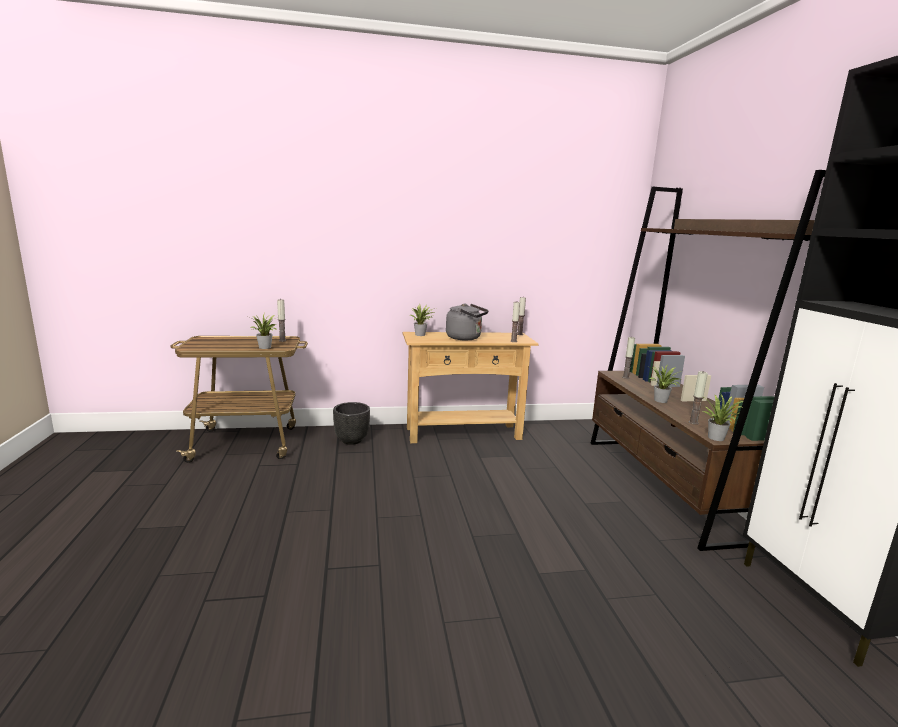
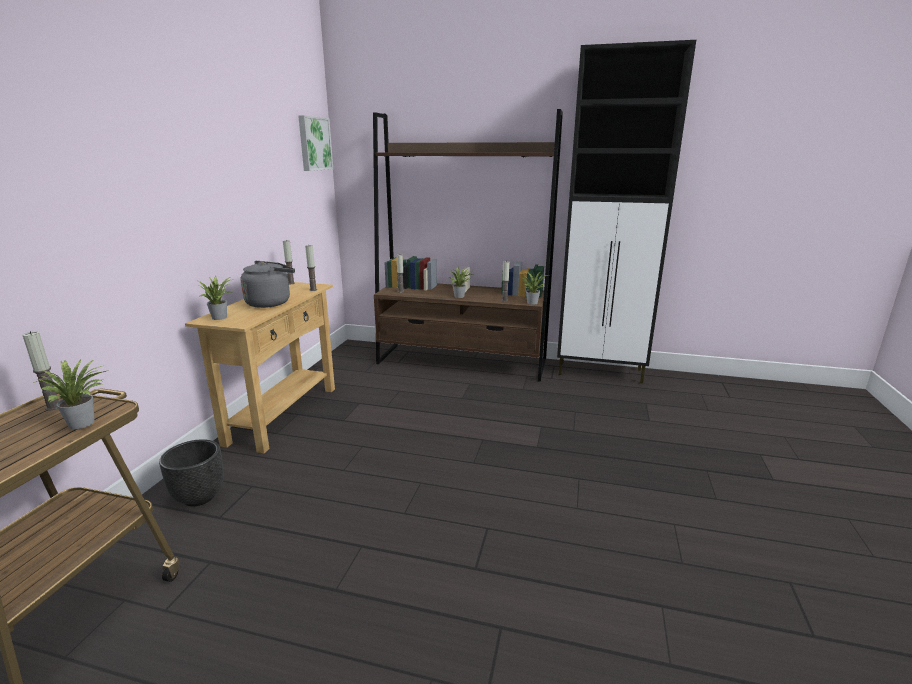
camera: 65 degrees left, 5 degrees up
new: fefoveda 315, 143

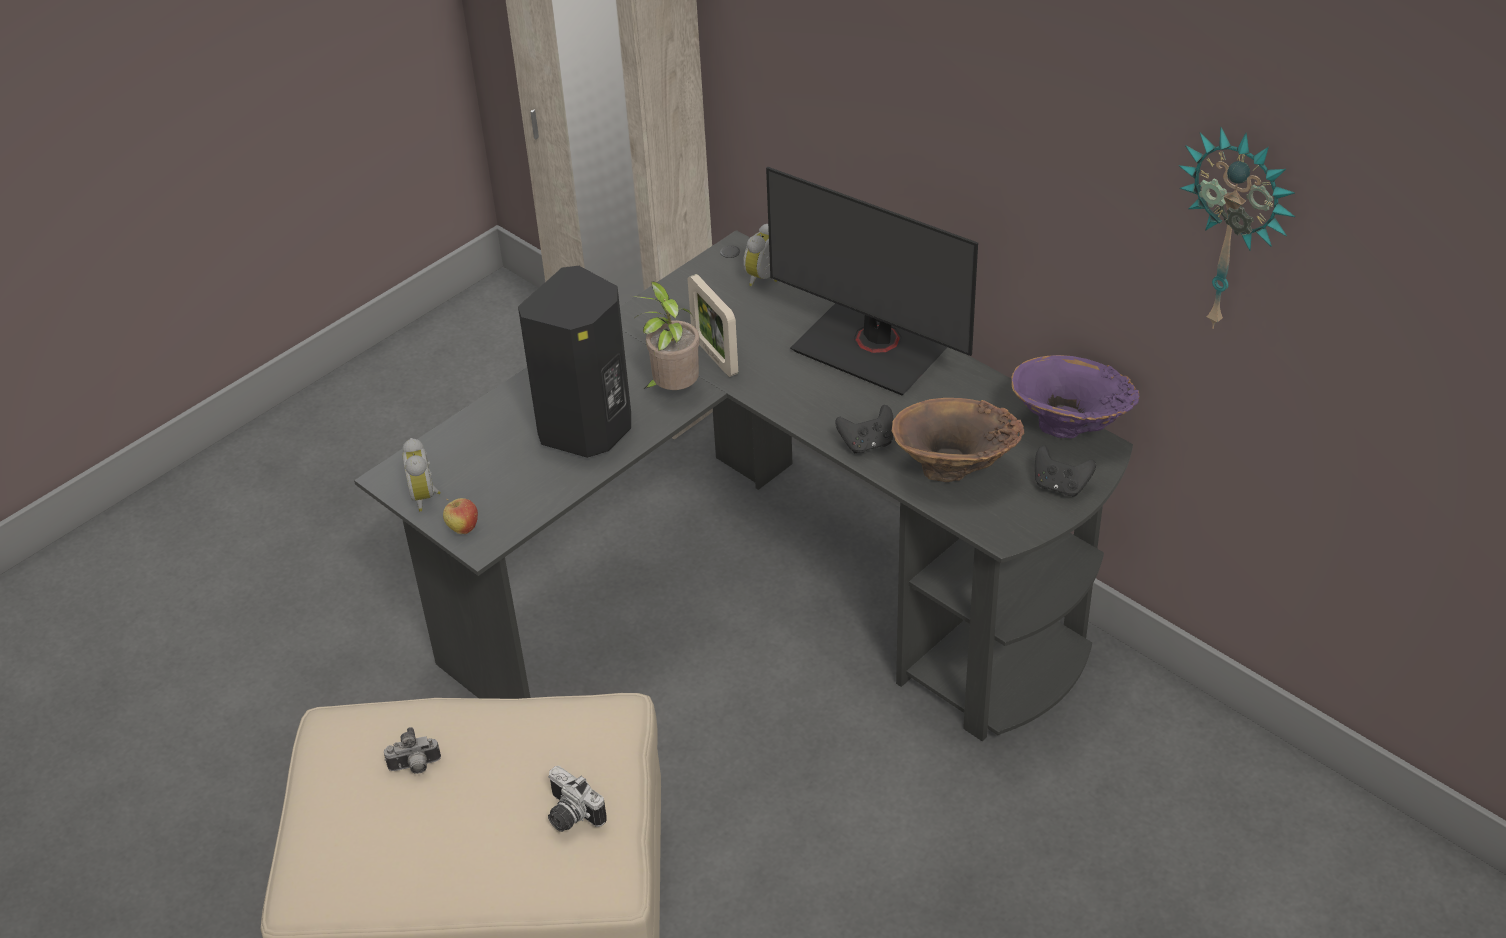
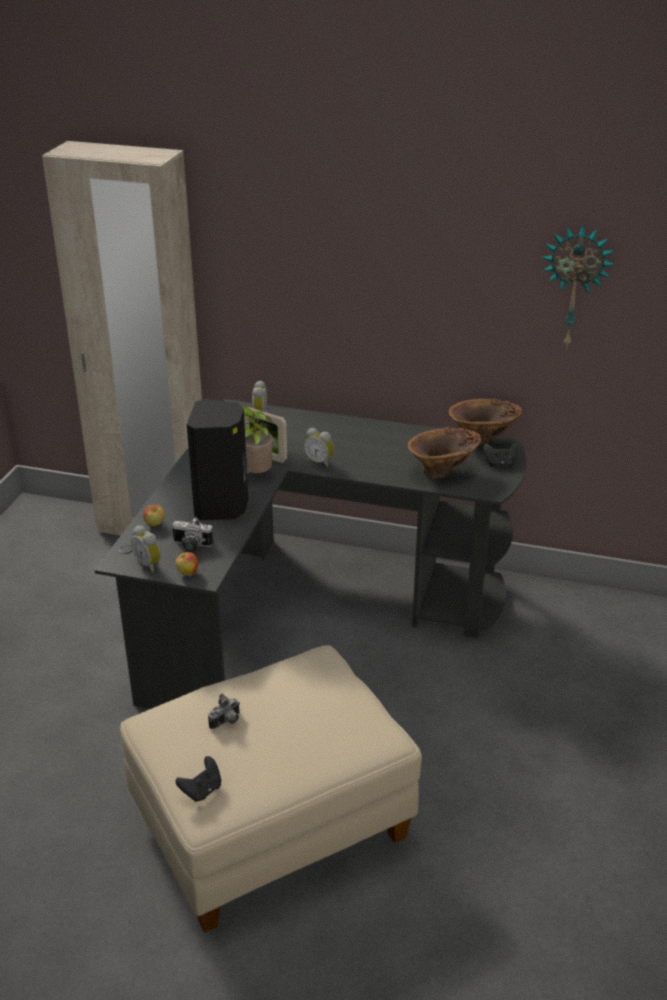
camera: 30 degrees left, 10 degrees down
gone: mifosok 872, 281
new: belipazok 154, 515; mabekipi 319, 447
shifted: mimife 577, 799 to 192, 535; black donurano 864, 429 to 198, 779
repainted: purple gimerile 1075, 397 to brown gimerile 485, 422

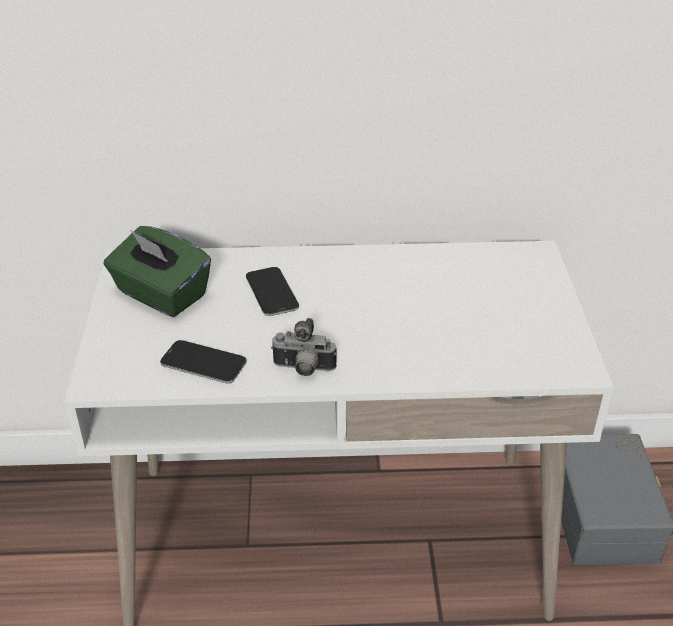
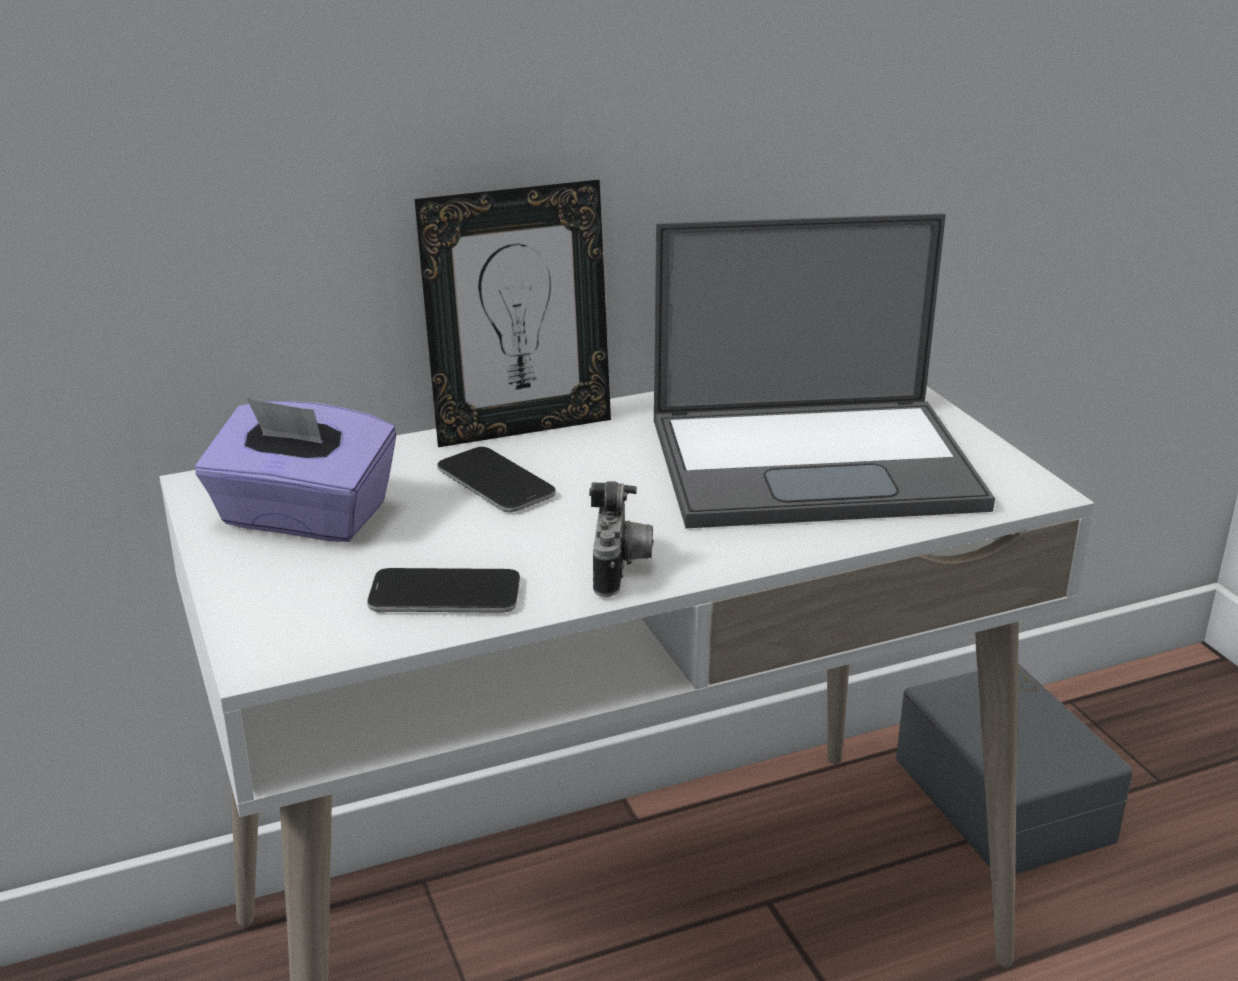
camera: 20 degrees left, 10 degrees down
new: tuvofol 513, 313; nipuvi 824, 370
repainted: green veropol 157, 271 to purple veropol 295, 469
rotated: mimife 304, 347 = 621, 539 75 degrees counterclockwise

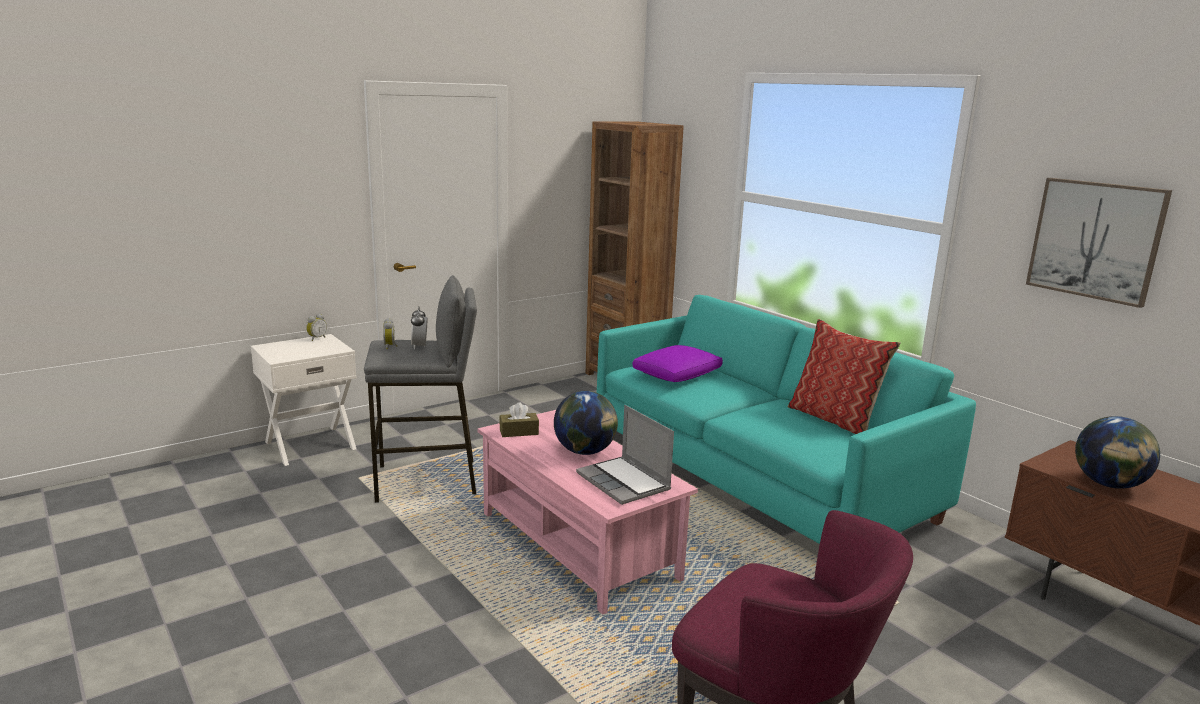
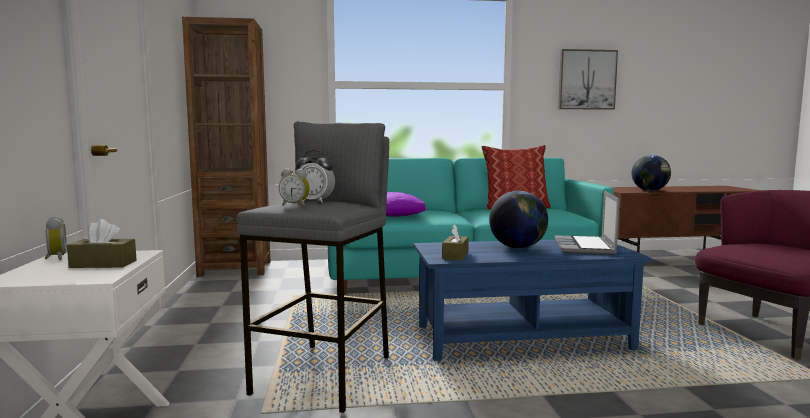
camera: 60 degrees left, 10 degrees down
new: brown veropol 102, 243
repainted: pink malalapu 587, 512 to blue malalapu 533, 300
rotated: nipuvi 625, 455 = 587, 223 105 degrees clockwise

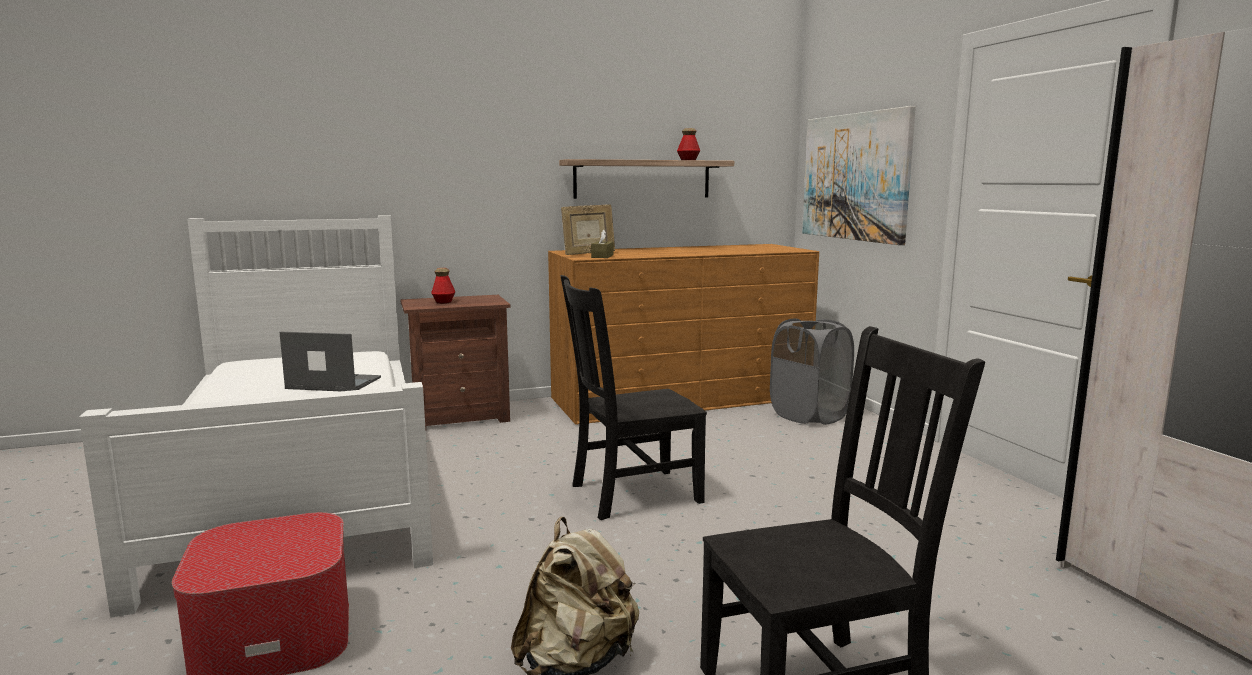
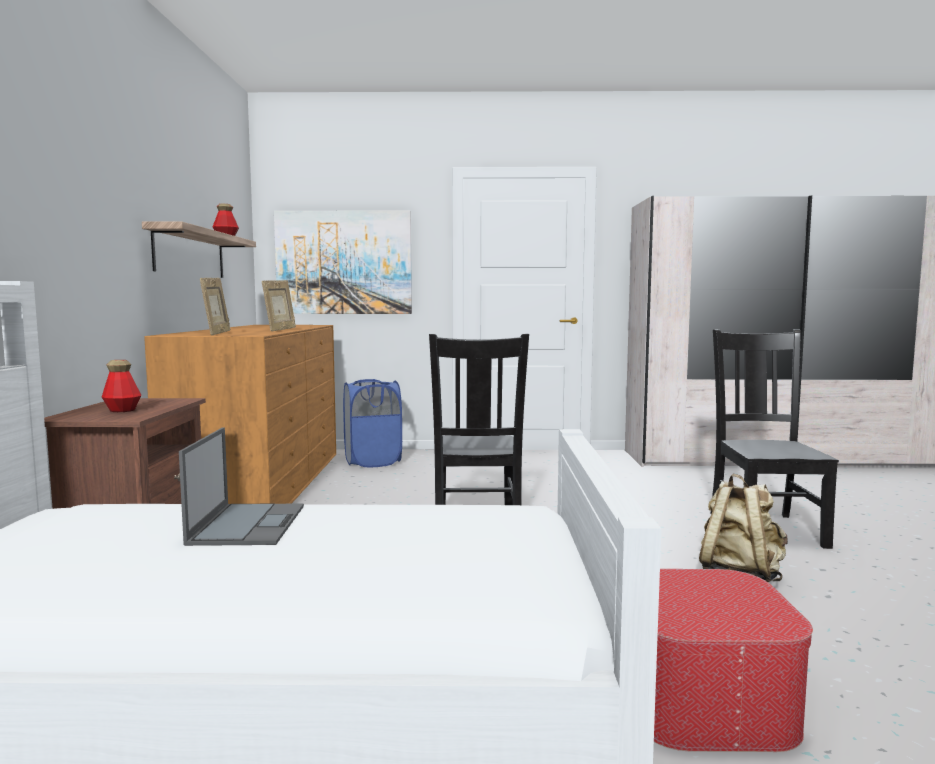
camera: 70 degrees left, 5 degrees down
gone: brown veropol 602, 243
new: tuvofol 279, 306
repainted: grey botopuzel 812, 371 to blue botopuzel 372, 423
rotated: nipuvi 330, 361 = 241, 486 150 degrees clockwise

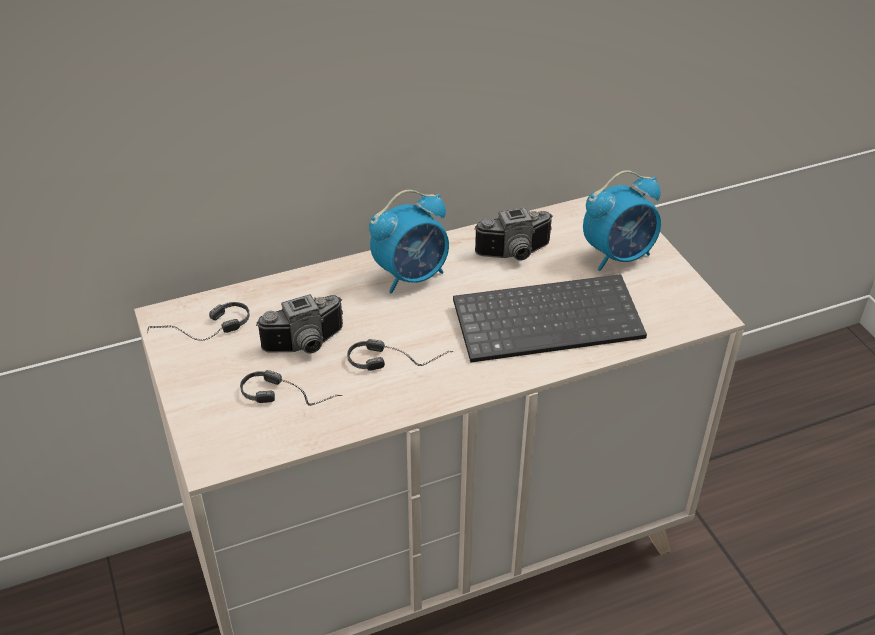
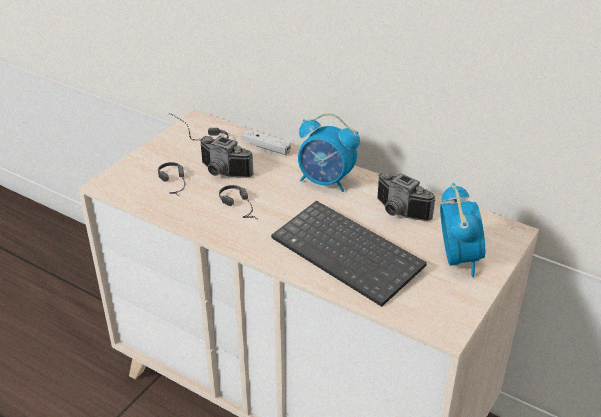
camera: 55 degrees right, 5 degrees down
new: white donurano 266, 142
rotated: mabekipi 622, 220 = 462, 230 120 degrees counterclockwise

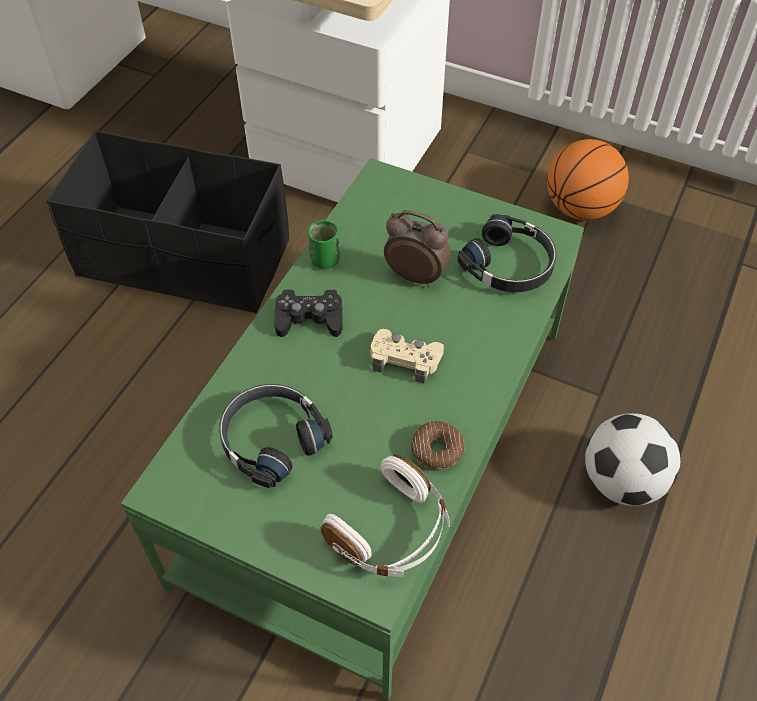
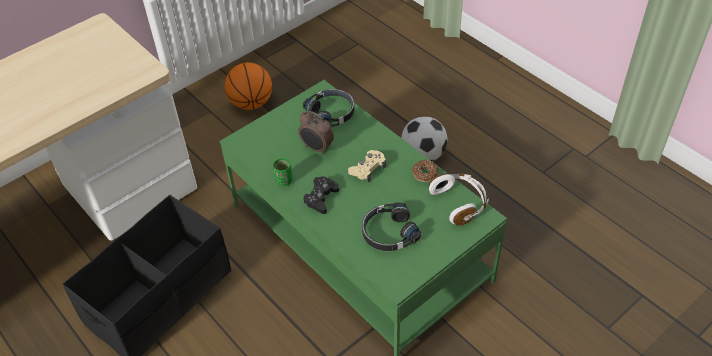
camera: 65 degrees left, 5 degrees down
rotated: mabekipi 417, 248 = 316, 133 105 degrees counterclockwise

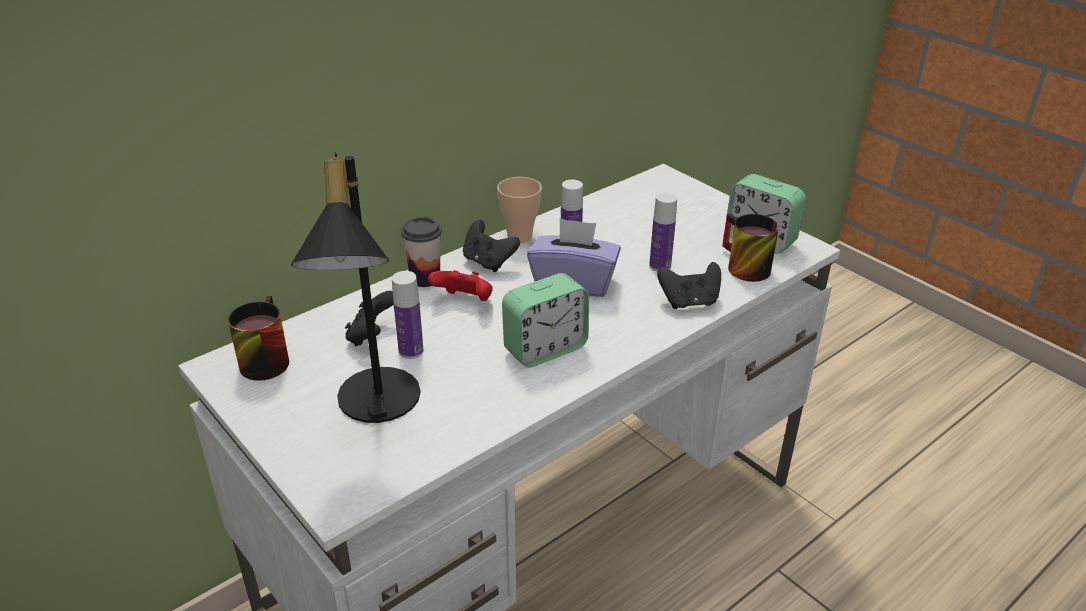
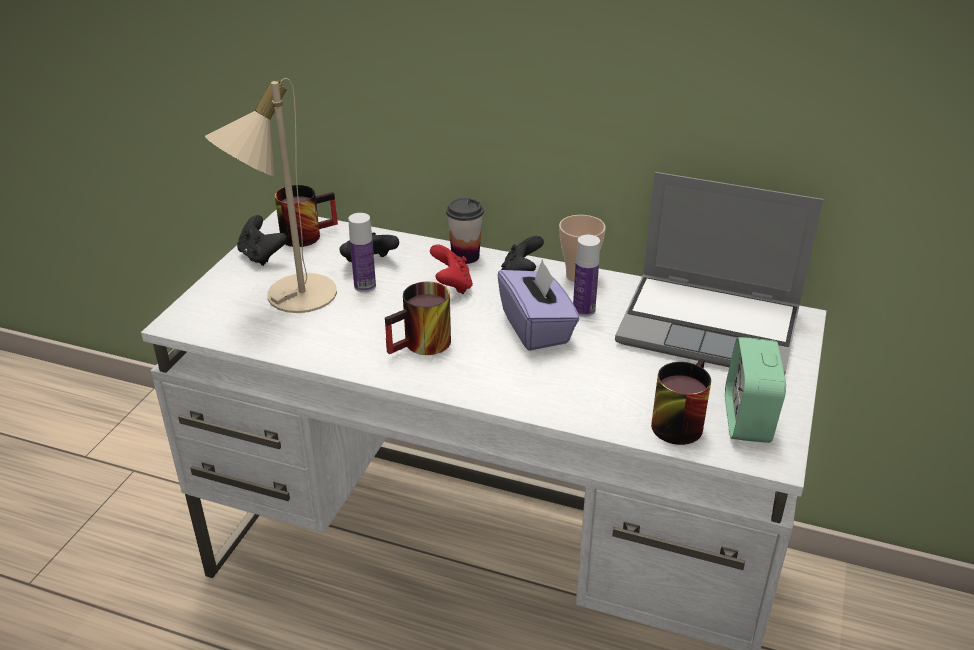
camera: 60 degrees right, 0 degrees up
gone: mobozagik 663, 232
new: nipuvi 719, 273
shifted: black donurano 689, 285 to 262, 240
swapped: mabekipi 545, 320 to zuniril 418, 318
repainted: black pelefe 356, 287 to beige pelefe 271, 195

